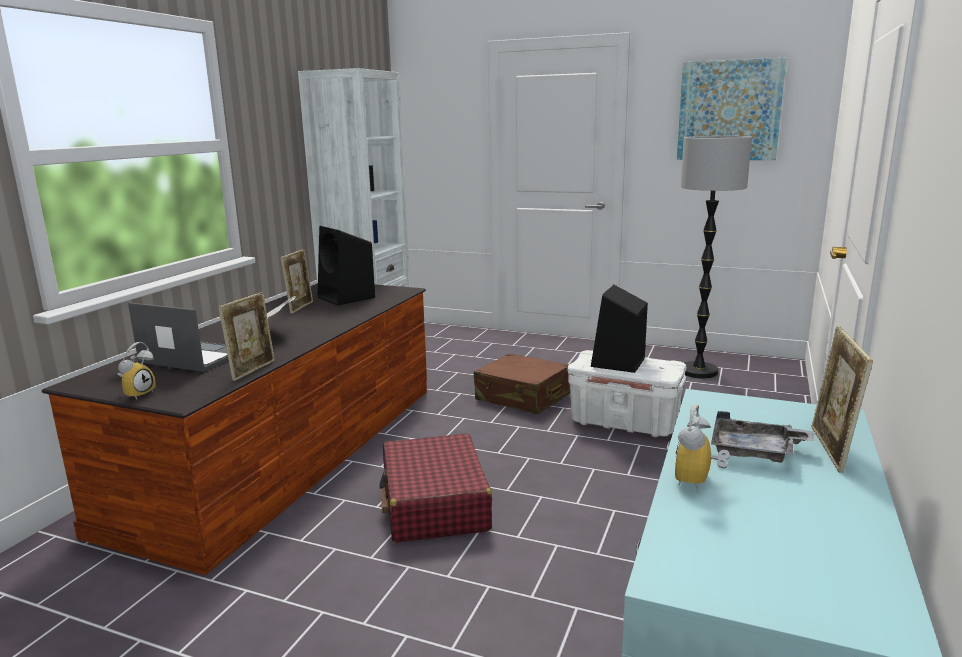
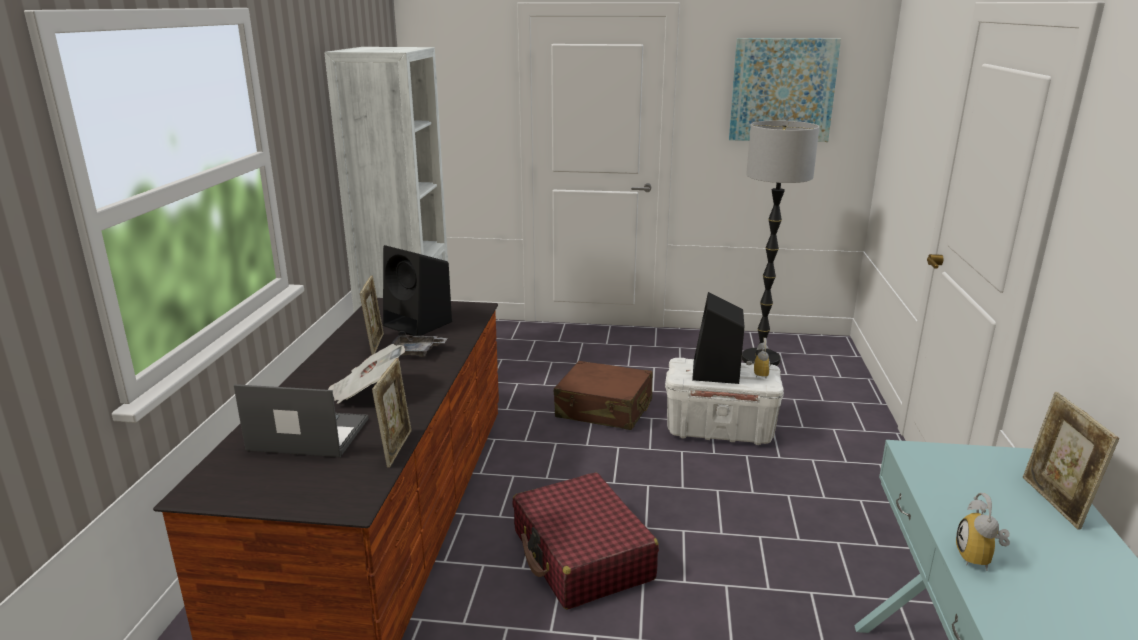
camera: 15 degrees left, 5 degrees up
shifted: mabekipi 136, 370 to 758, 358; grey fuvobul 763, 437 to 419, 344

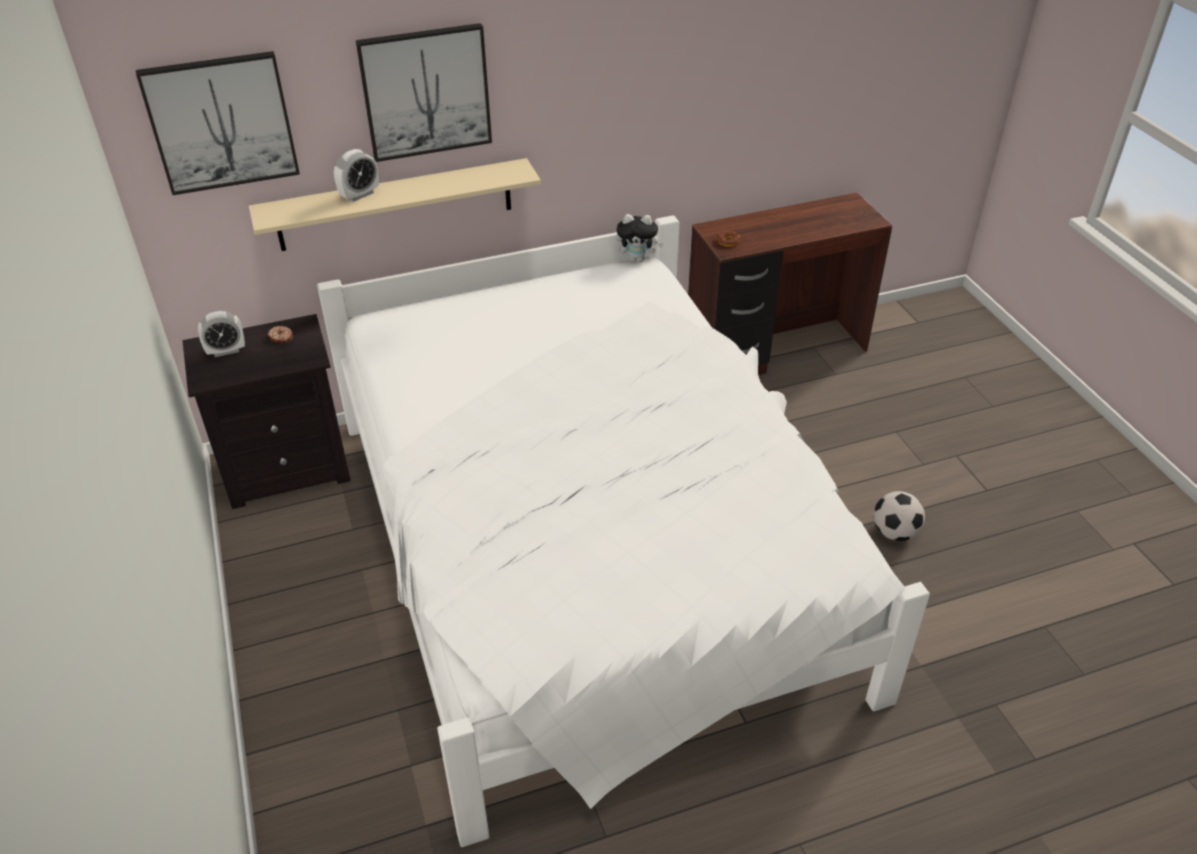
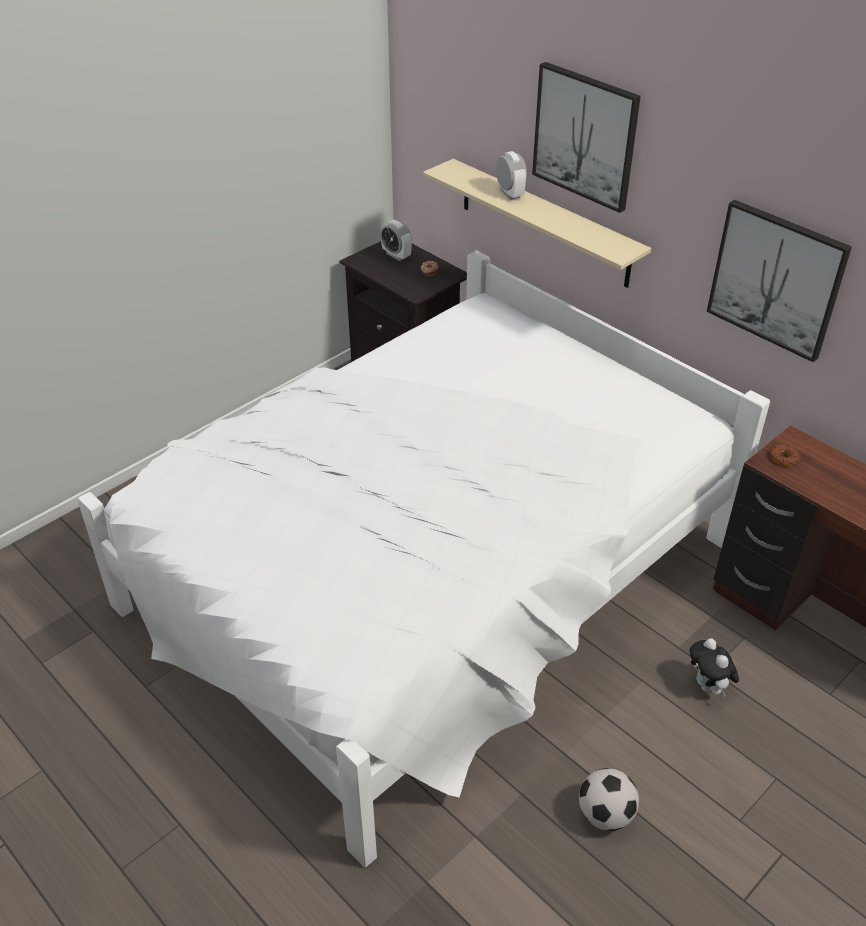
camera: 65 degrees right, 0 degrees up
shifted: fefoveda 218, 123 to 779, 281; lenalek 640, 238 to 714, 667
rotated: mabekipi 356, 175 = 511, 175 135 degrees counterclockwise

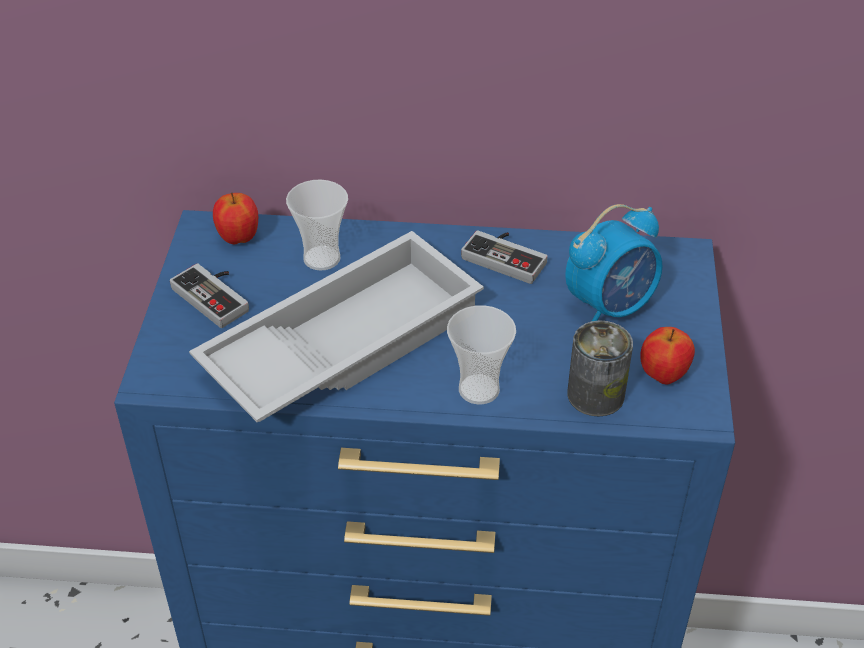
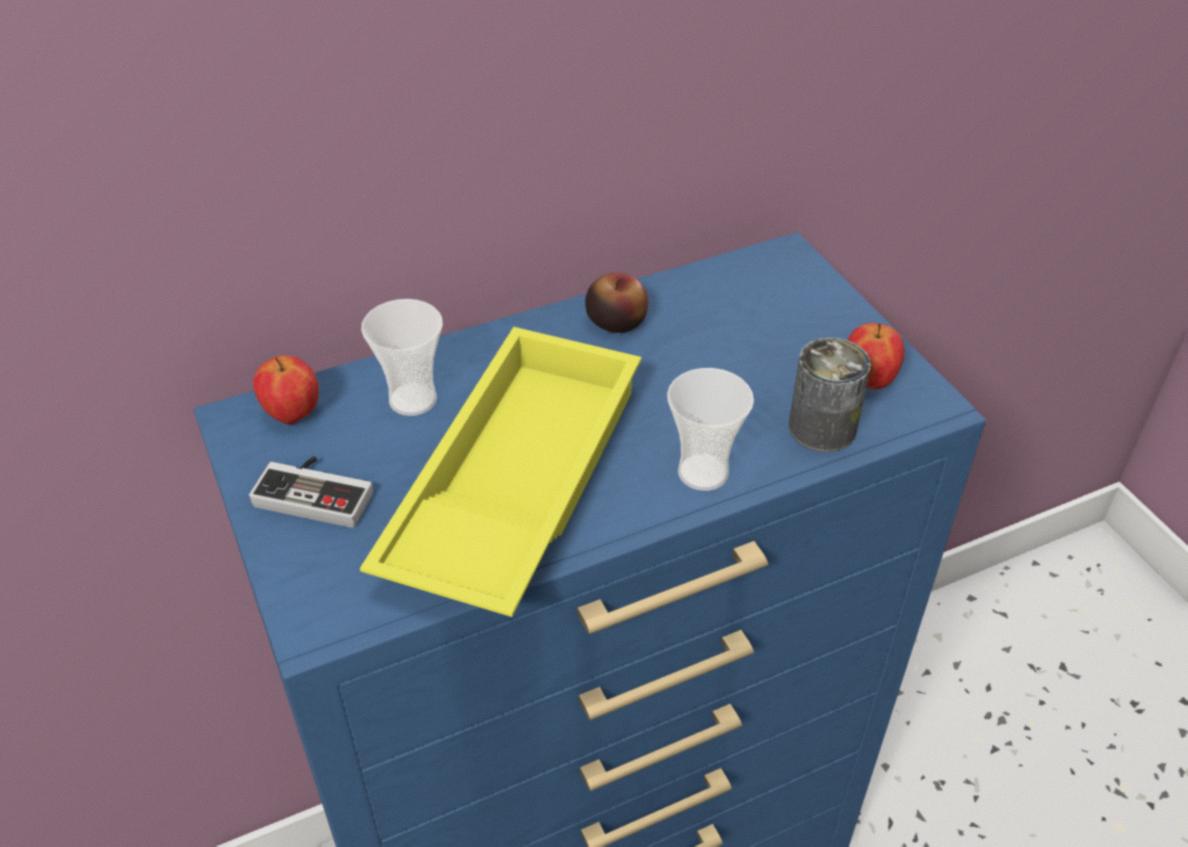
camera: 30 degrees left, 0 degrees up
gone: mabekipi 614, 262
swapped: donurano 504, 257 to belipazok 616, 303
repainted: white fuvobul 336, 326 to yellow fuvobul 500, 472

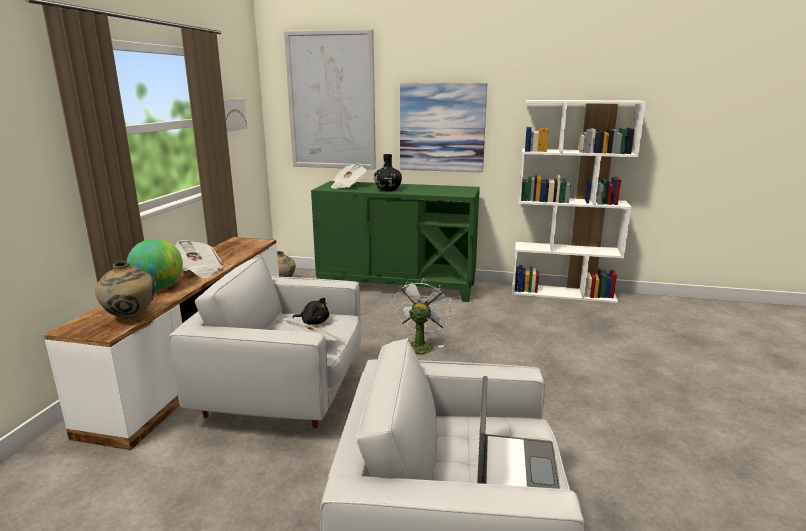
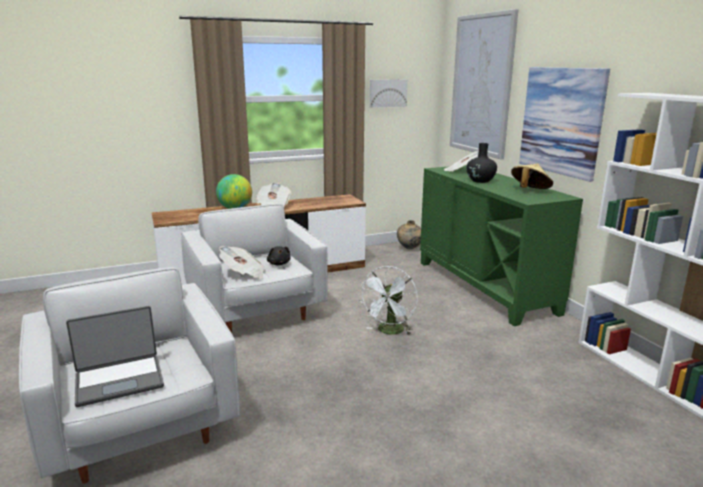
camera: 55 degrees right, 0 degrees up
gone: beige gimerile 125, 289
new: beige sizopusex 532, 176
rotated: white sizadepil 422, 317 = 388, 300 135 degrees clockwise

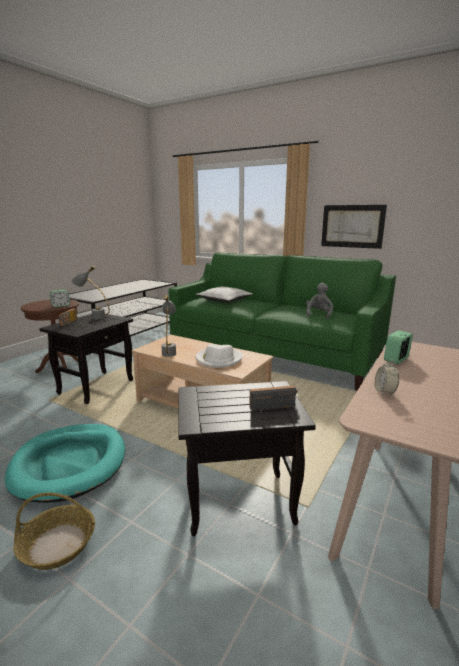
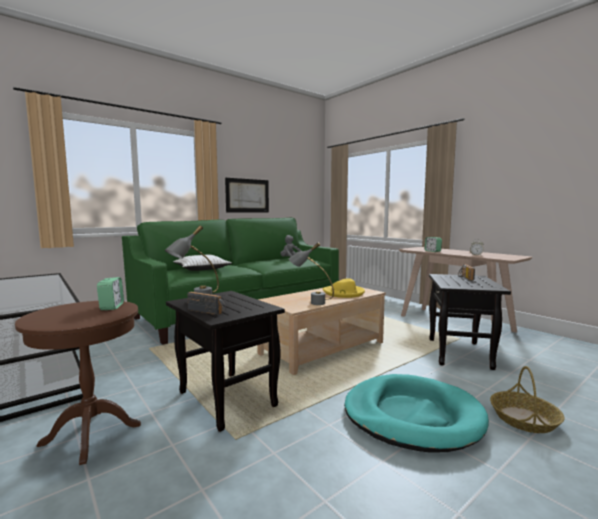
camera: 70 degrees left, 10 degrees down
repainted: white sizopusex 219, 356 to yellow sizopusex 344, 288

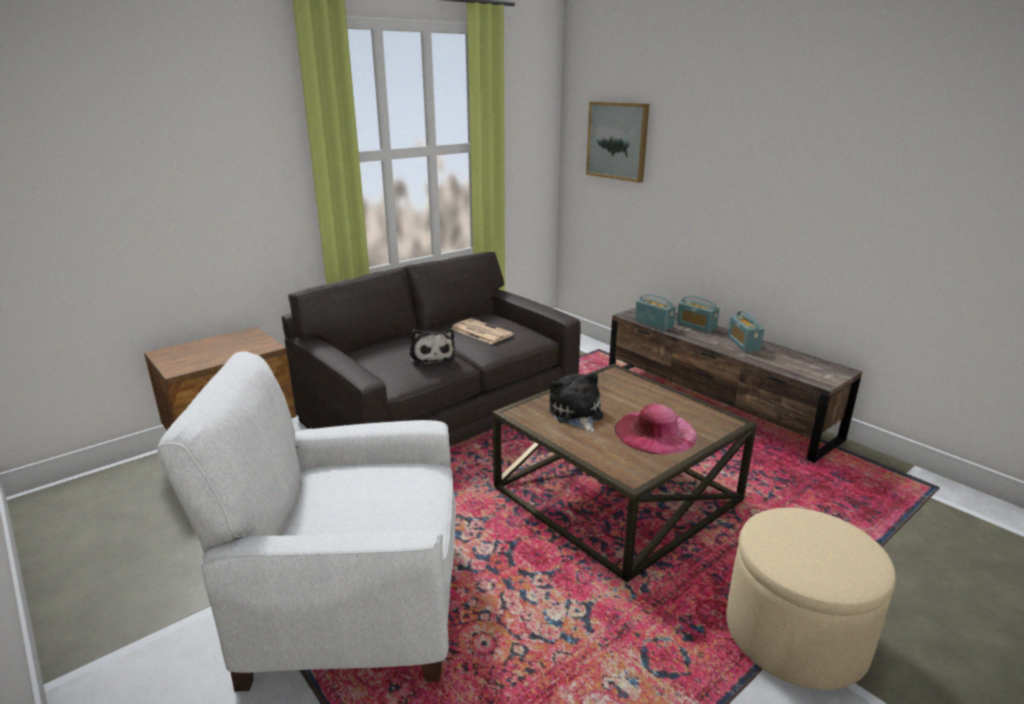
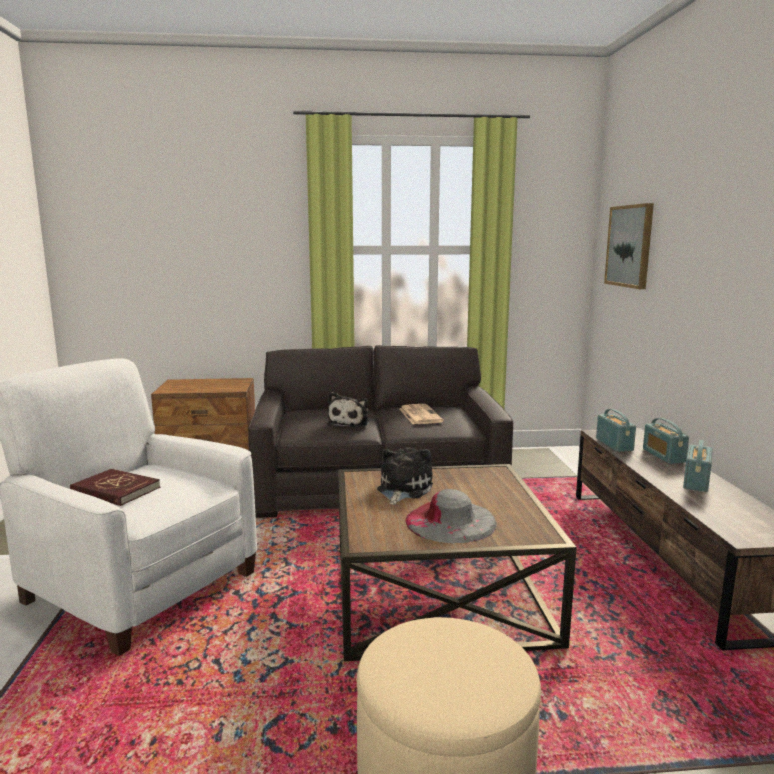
camera: 35 degrees right, 10 degrees down
new: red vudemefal 115, 487
repainted: pink sizopusex 656, 429 to grey sizopusex 451, 516

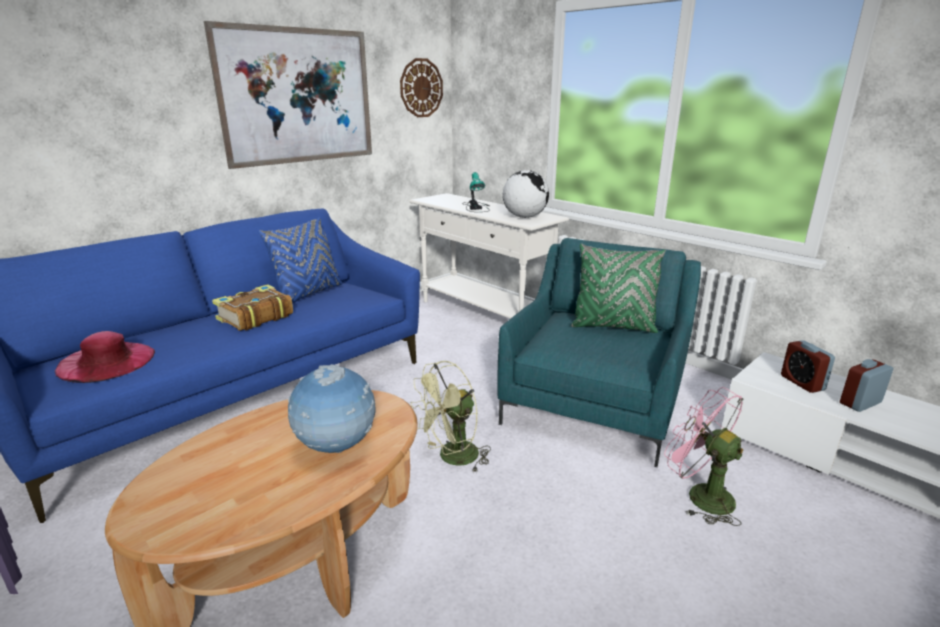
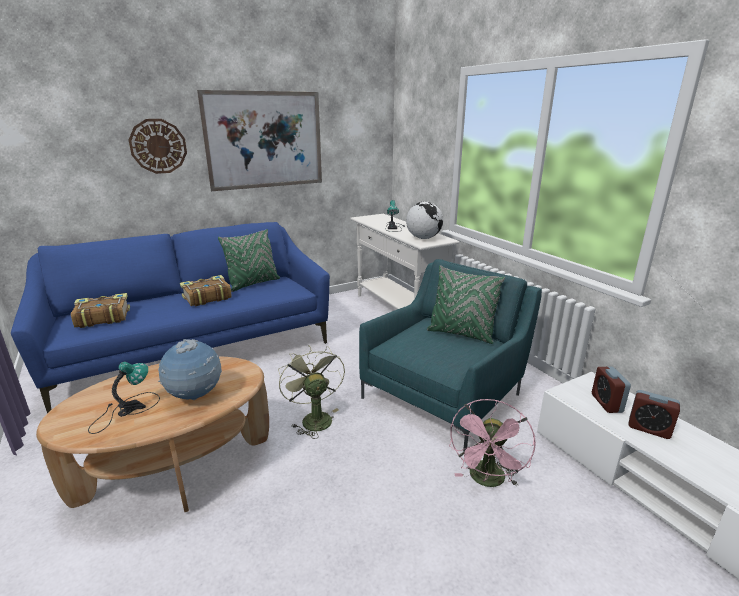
camera: 15 degrees right, 0 degrees up
new: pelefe 124, 398
shifted: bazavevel 421, 87 to 158, 146
swapped: pink sizopusex 105, 357 to vudemefal 100, 310
repainted: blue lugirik 300, 260 to green lugirik 249, 260
rotated: green sizadepil 451, 417 = 311, 392 90 degrees clockwise; pink sizadepil 703, 456 = 492, 443 135 degrees counterclockwise; mabekipi 866, 385 = 654, 414 135 degrees counterclockwise

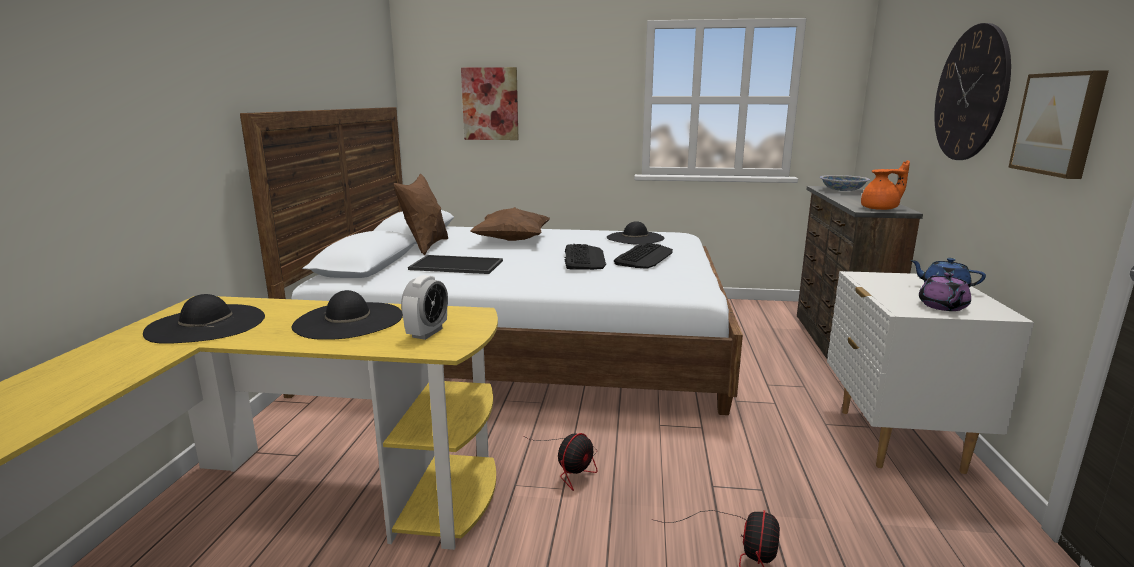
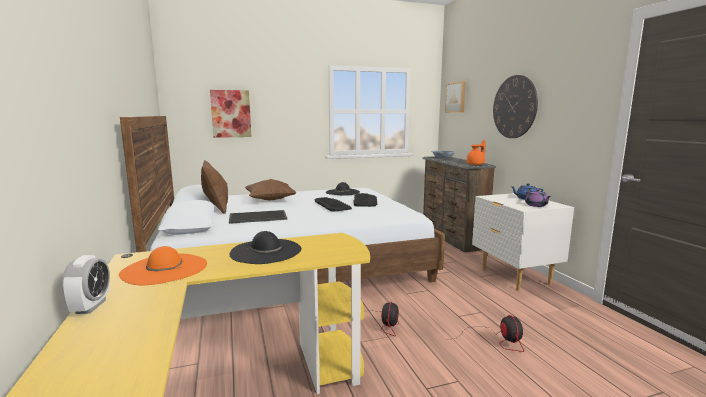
camera: 25 degrees left, 5 degrees down
shifted: mabekipi 424, 307 to 86, 284; fefoveda 1058, 124 to 455, 97
repainted: black sizopusex 204, 319 to orange sizopusex 163, 265

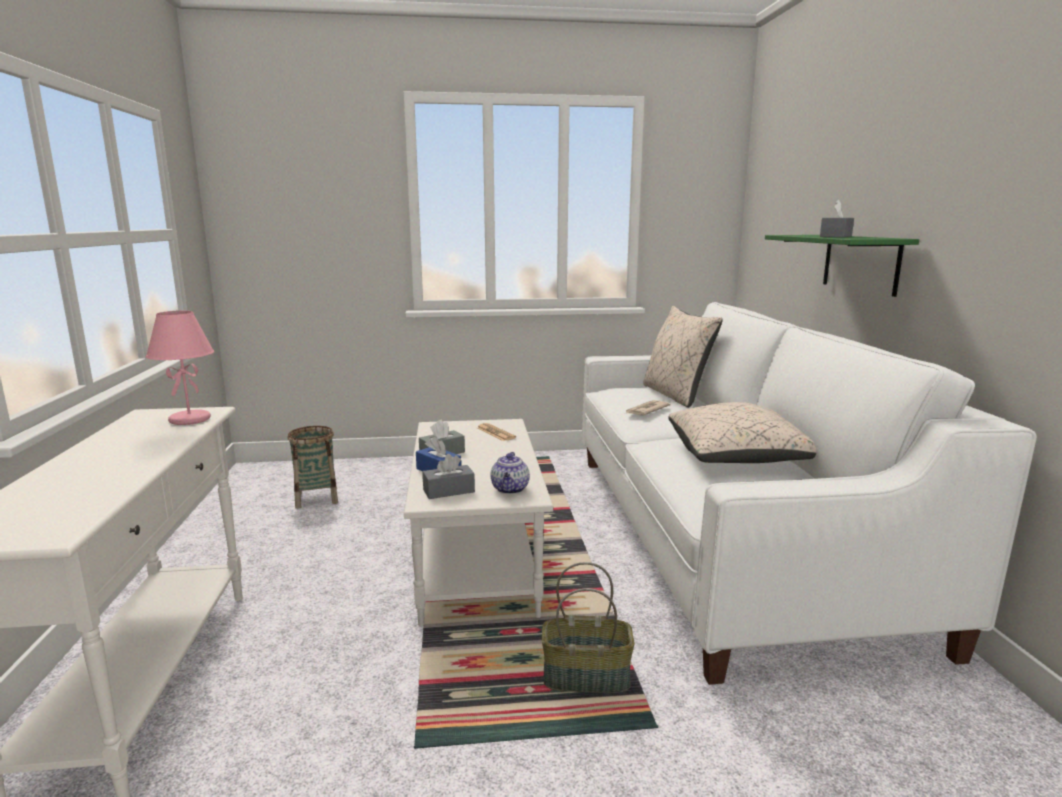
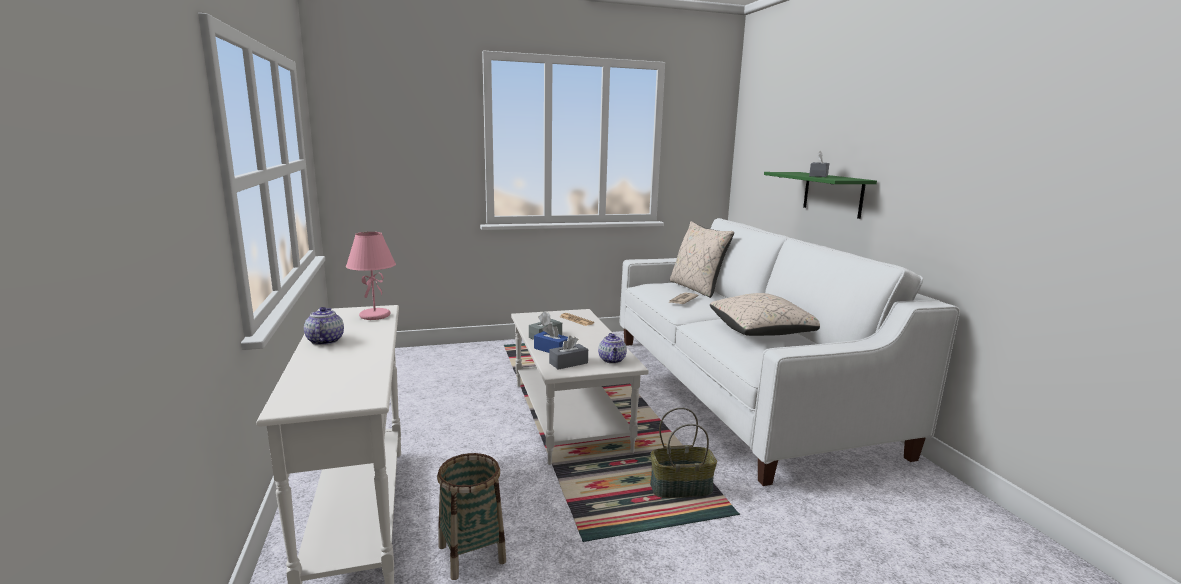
camera: 10 degrees left, 0 degrees up
new: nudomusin 324, 326
shifted: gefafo 313, 467 to 471, 516

